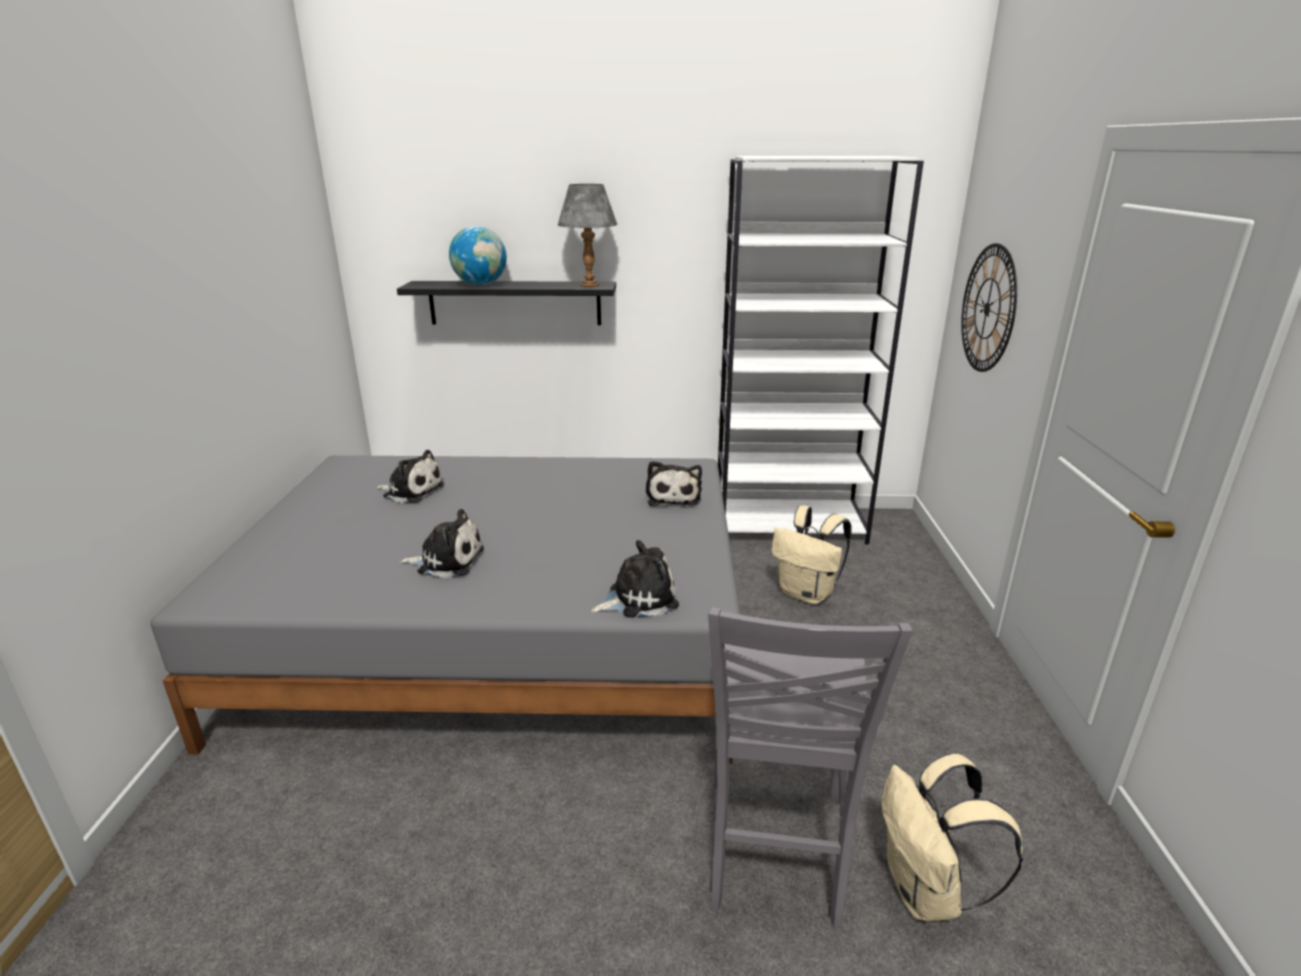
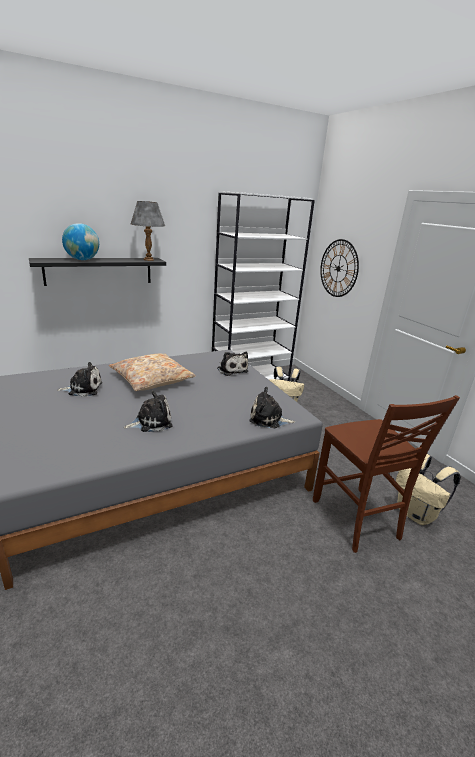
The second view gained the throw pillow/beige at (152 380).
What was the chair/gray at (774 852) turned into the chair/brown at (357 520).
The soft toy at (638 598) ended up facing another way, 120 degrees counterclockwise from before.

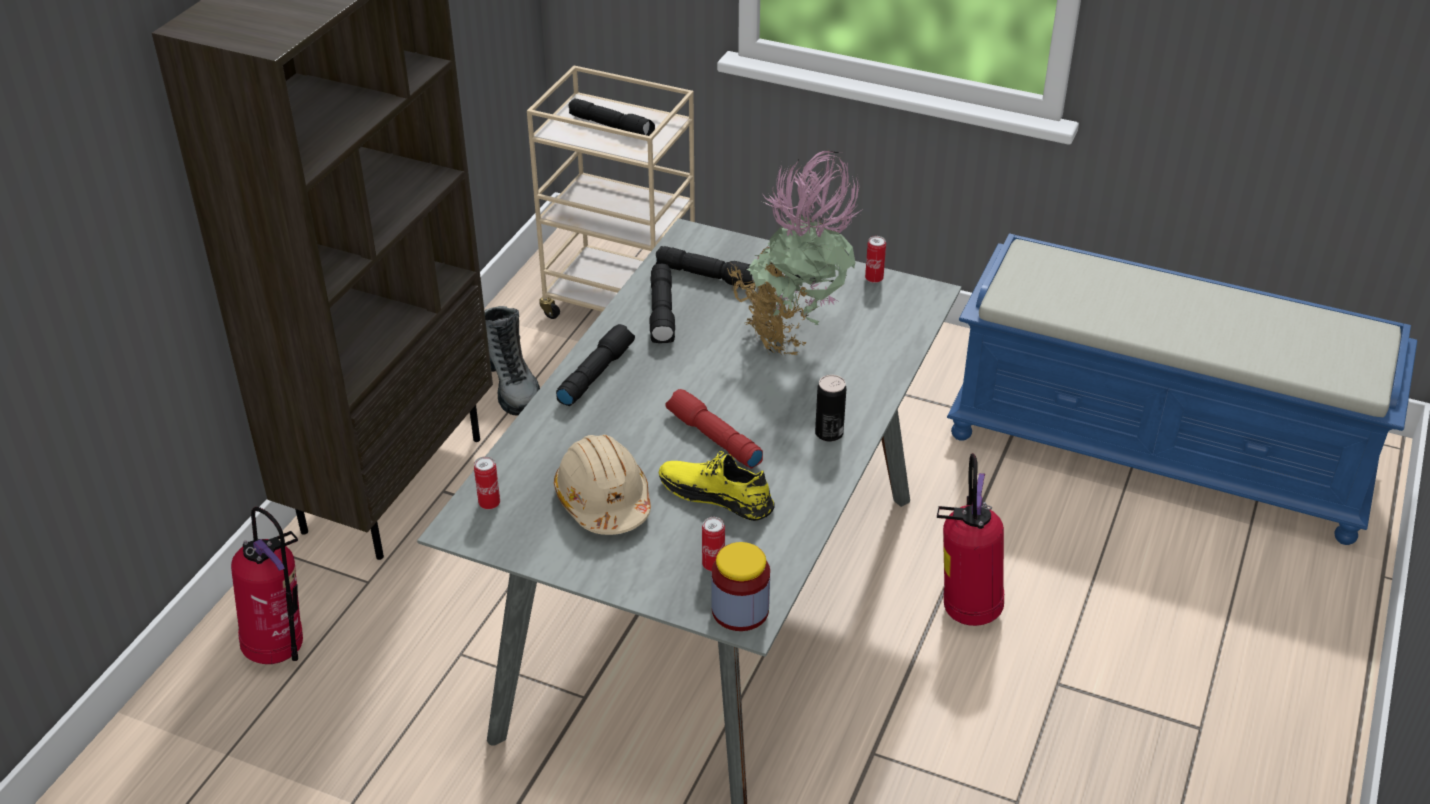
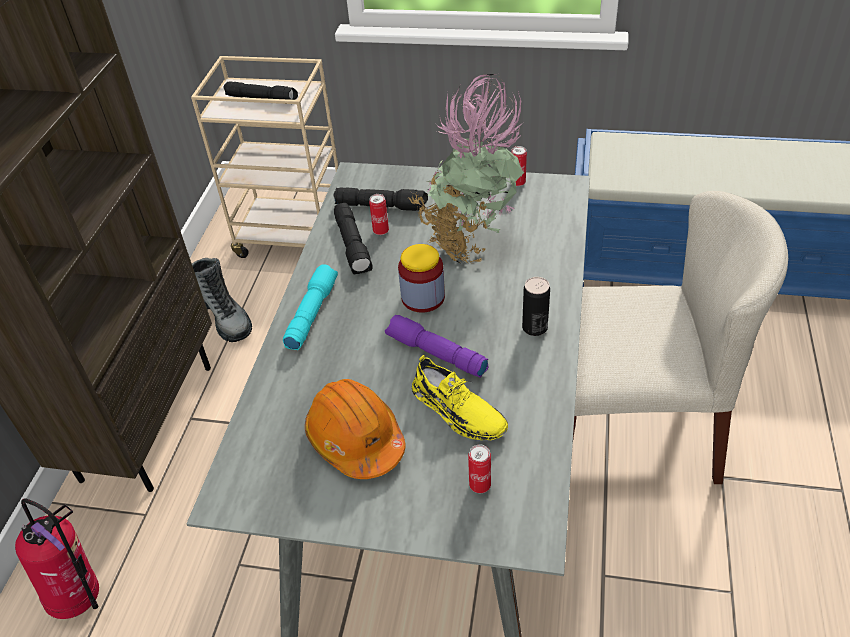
The metal can ended up elsewhere, having gone from (489 503) to (381 231).
The preserve jar ended up elsewhere, having gone from (740 610) to (423 297).
Where the extinguisher stood at (966 609), the chair/beige came to stand at (630 428).
What was the safety helmet/beige at (603 500) turned into the safety helmet/orange-coloured at (355 439).
What was the hand torch/blackish at (595 373) turned into the hand torch/turquoise at (311 313).
What was the hand torch/reddish at (713 438) turned into the hand torch/purplish at (435 354).
The item of footwear/yellow at (716 495) ended up facing another way, 150 degrees counterclockwise from before.

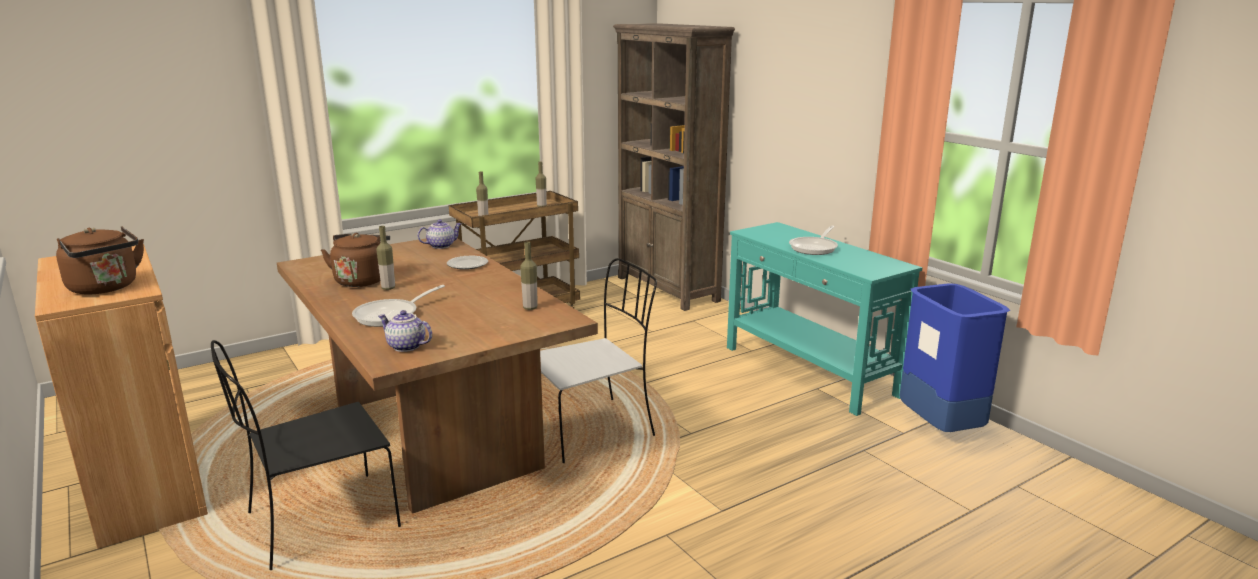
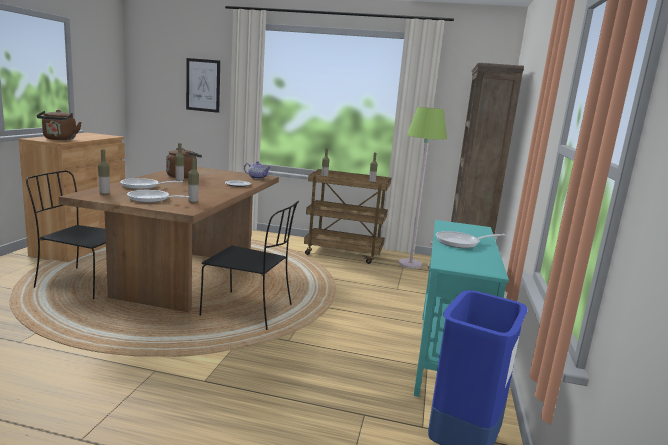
The second view gained the pan at (151 199).
The second view gained the wall picture at (203 85).
The second view gained the standing lamp/greenish at (410 264).
Where the tea pot stood at (405 347), the bottle came to stand at (104 194).
What was the chair/white-coloured at (592 429) turned into the chair/blackish at (249 311).

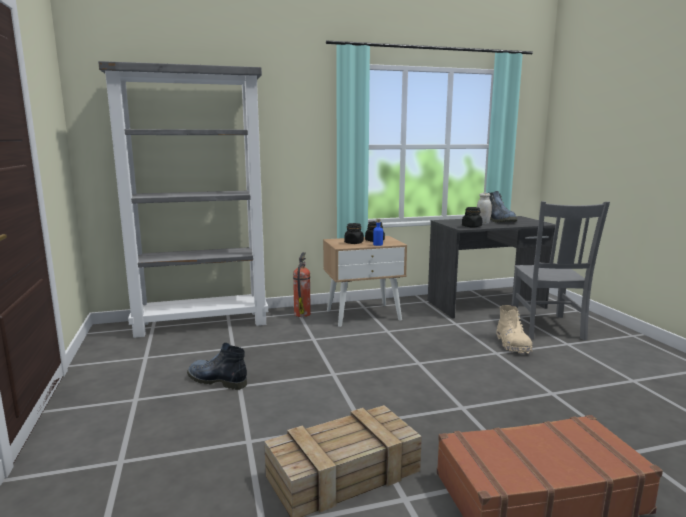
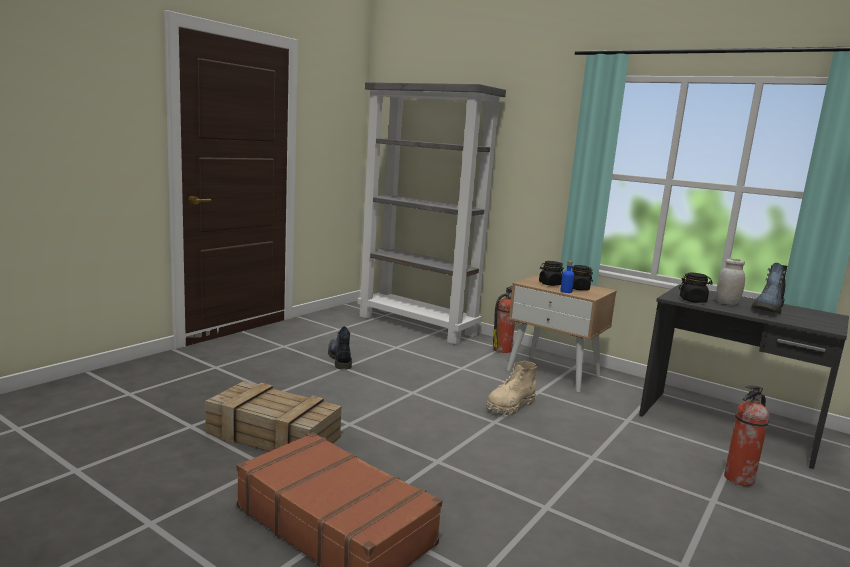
The boot/beige ended up elsewhere, having gone from (512 345) to (510 405).
Where the chair/gray stood at (547 328), the extinguisher came to stand at (738 479).

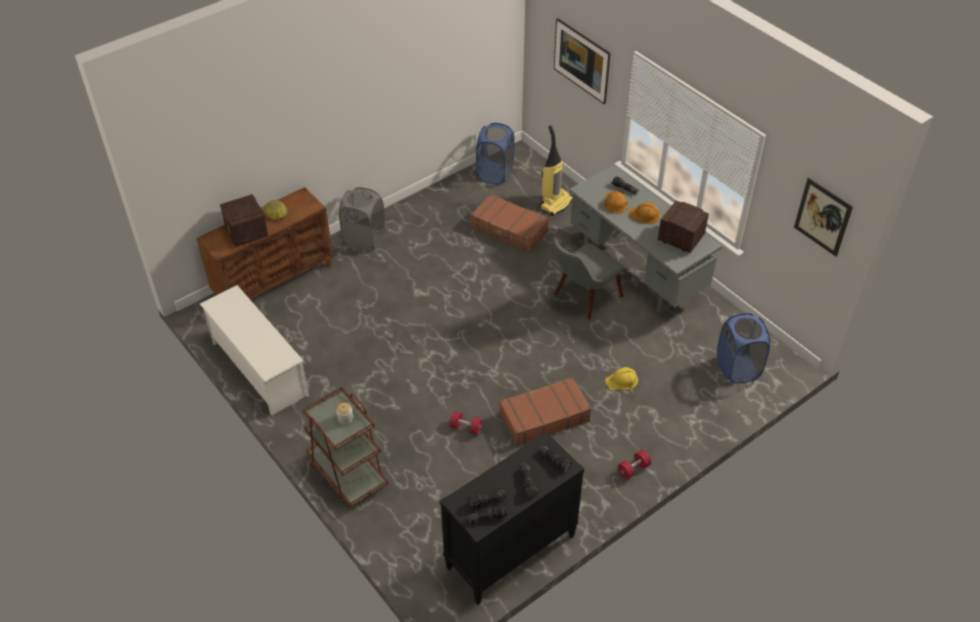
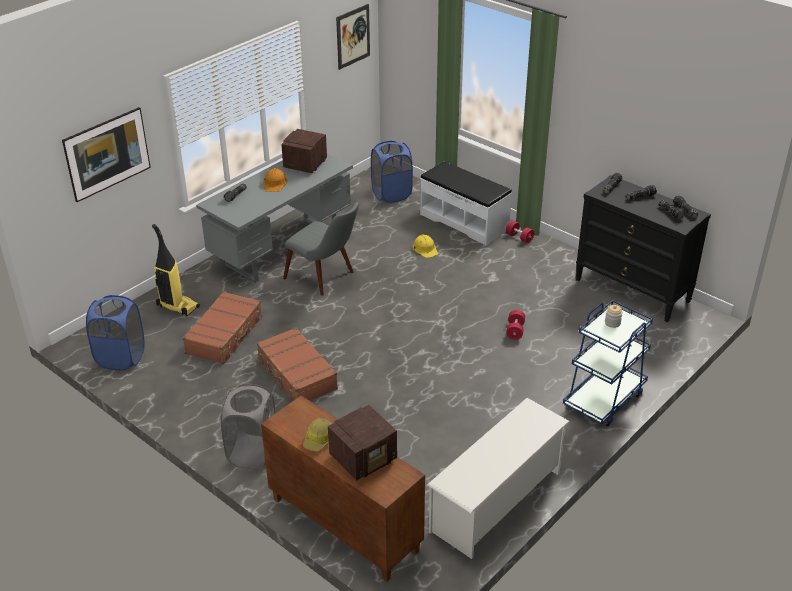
The second view lost the safety helmet/orange-coloured at (615 203).
The second view gained the long seat/white-coloured at (464 221).
The travel case/brown ended up elsewhere, having gone from (543 417) to (296 374).
What was the cart/brown at (347 473) turned into the cart/blue-coloured at (604 399).

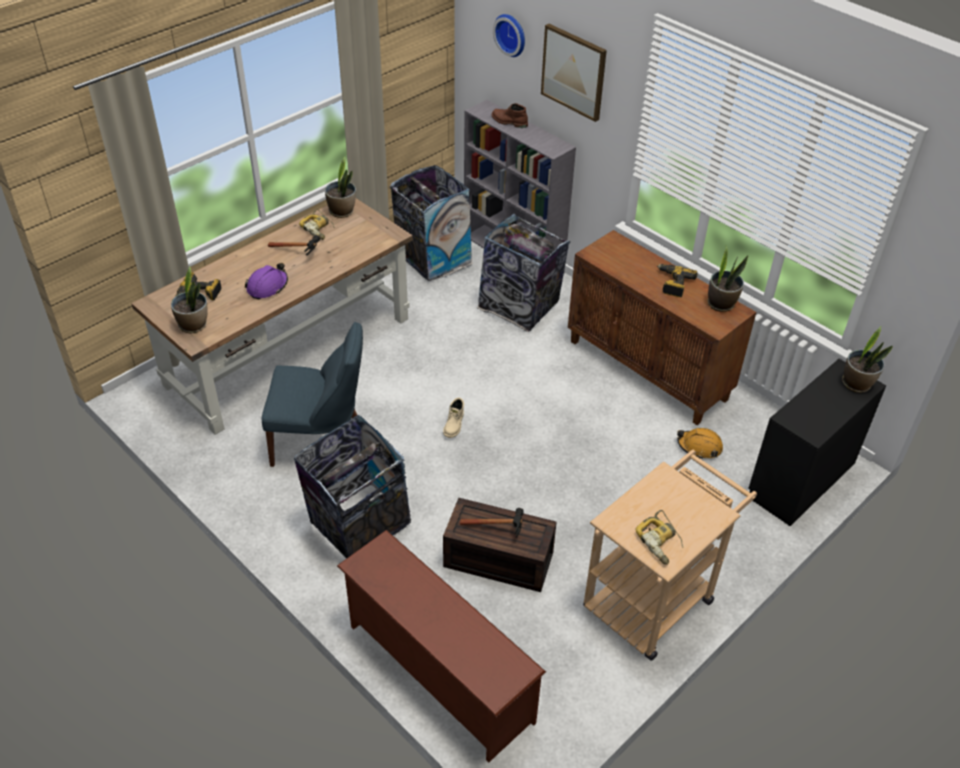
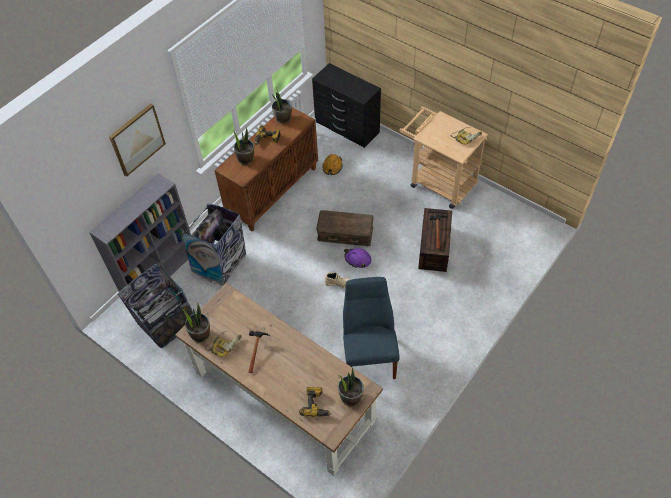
The second view lost the waste bin at (358 526).
The second view lost the shoe shelf/brown at (437 673).
The second view lost the boot/brown at (509 122).
The second view lost the clock on the wall at (511 34).
The second view gained the storage bin/brown at (345 232).
The safety helmet/purplish ended up elsewhere, having gone from (267 286) to (358 259).
The plant in a pot ended up elsewhere, having gone from (857 384) to (245 159).

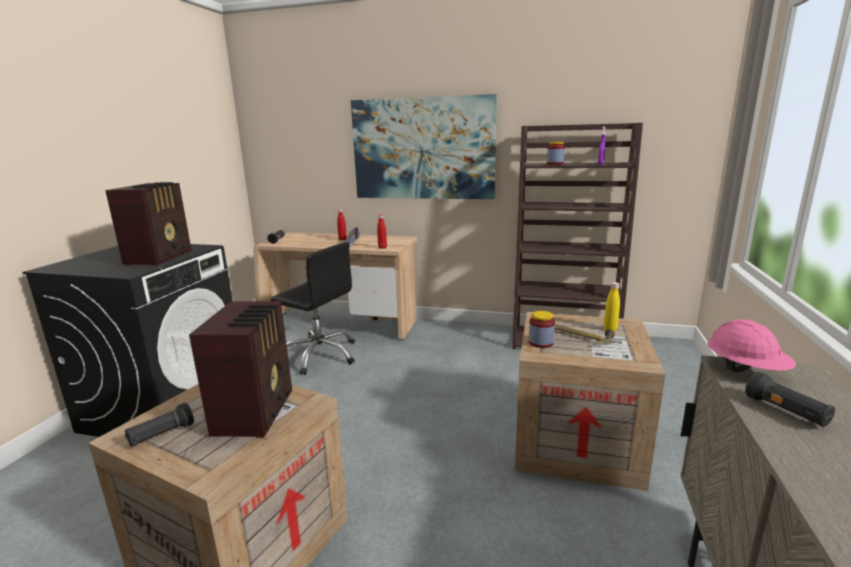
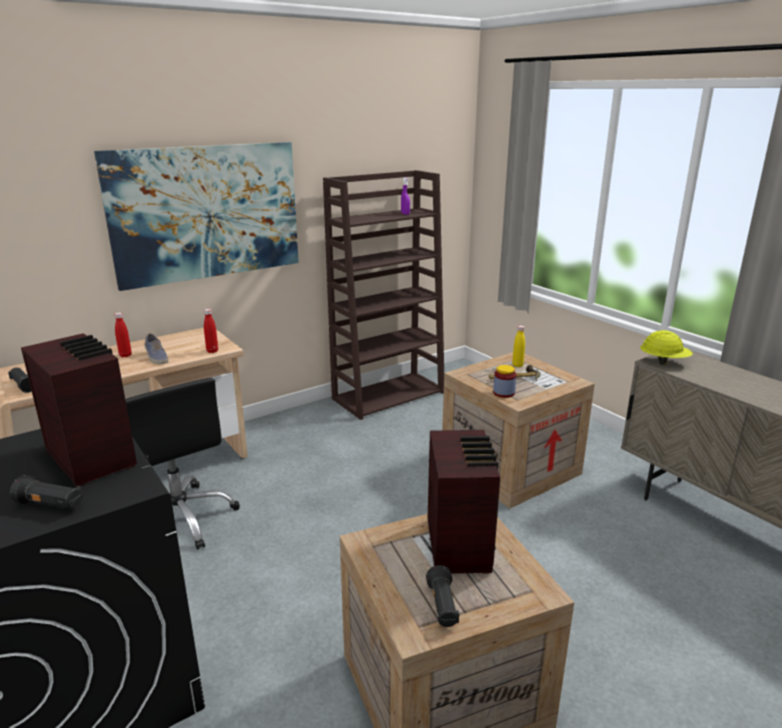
The second view lost the preserve jar at (555 164).
The hand torch/blackish ended up elsewhere, having gone from (786 412) to (51 505).
What was the safety helmet/pink-coloured at (745 370) turned into the safety helmet/yellow at (663 362).
The radio set at (256 411) ended up facing another way, 45 degrees clockwise from before.
The computer chair/blackish at (320 355) ended up facing another way, 75 degrees clockwise from before.

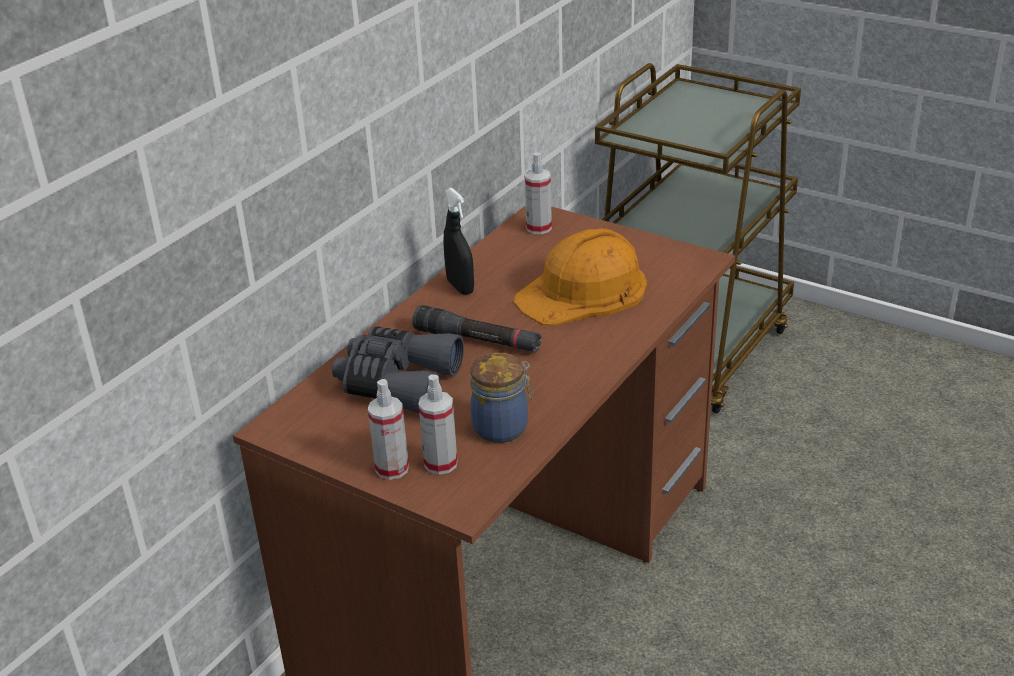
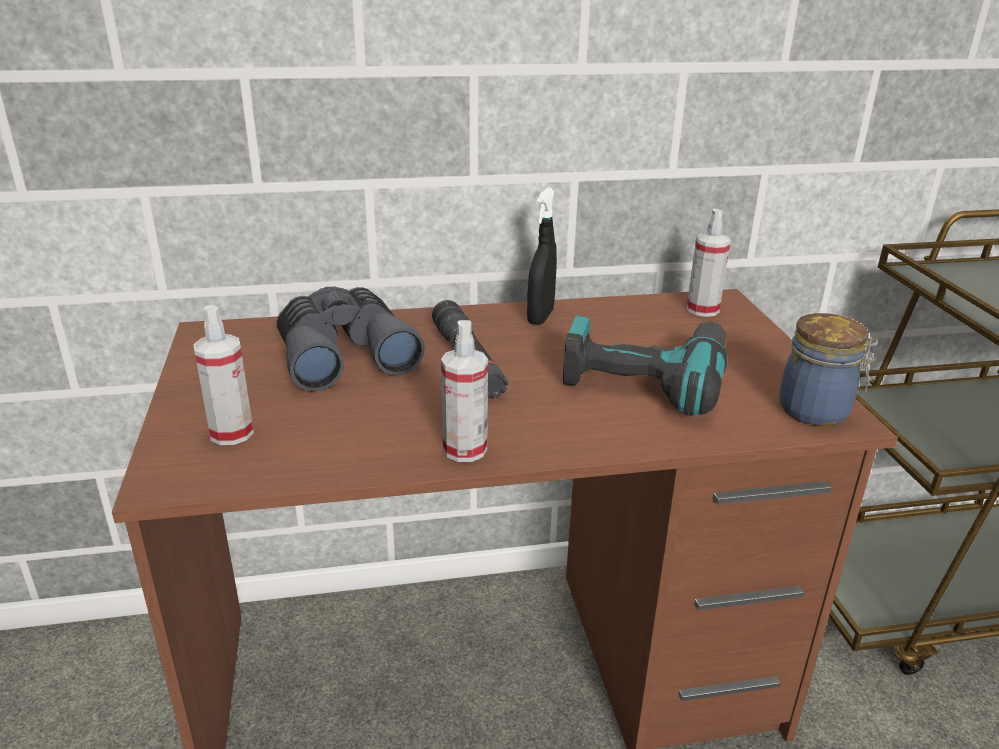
The spray bottle ended up elsewhere, having gone from (392 468) to (465 449).
The preserve jar ended up elsewhere, having gone from (503 427) to (817 411).
Where the safety helmet/orange-coloured stood at (583 291), the drill came to stand at (645 377).

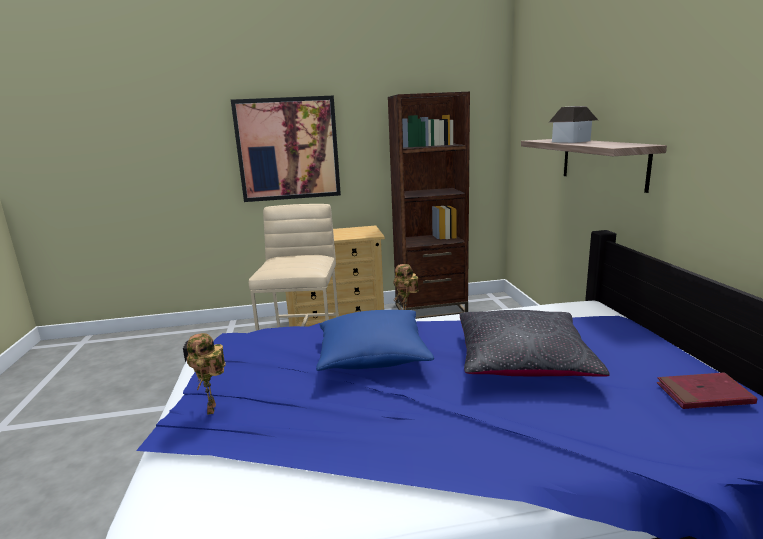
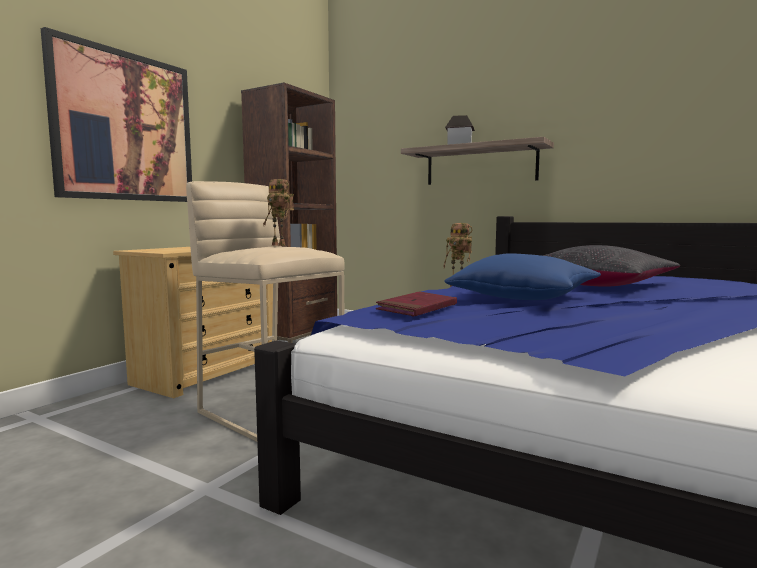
The toy robot ended up elsewhere, having gone from (213 409) to (280 245).
The volume/reddish ended up elsewhere, having gone from (703 394) to (417 308).

